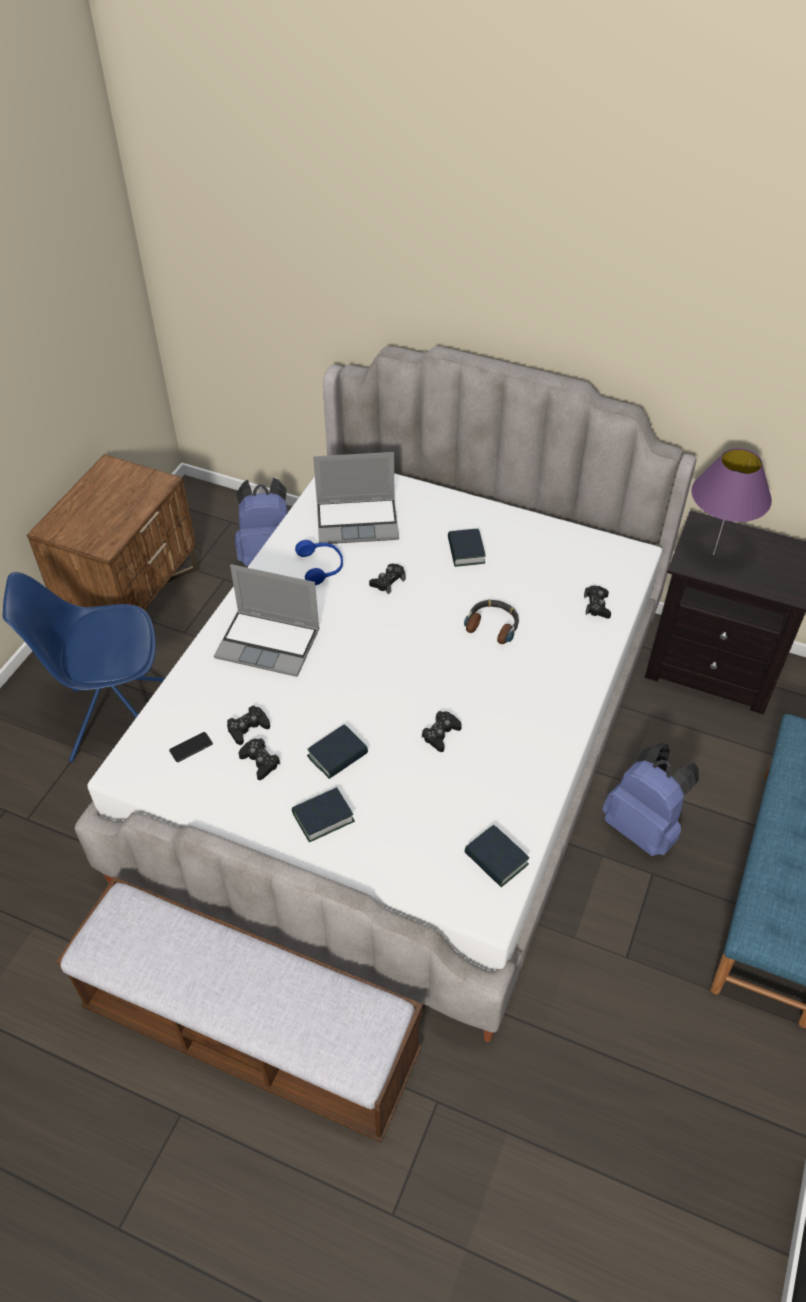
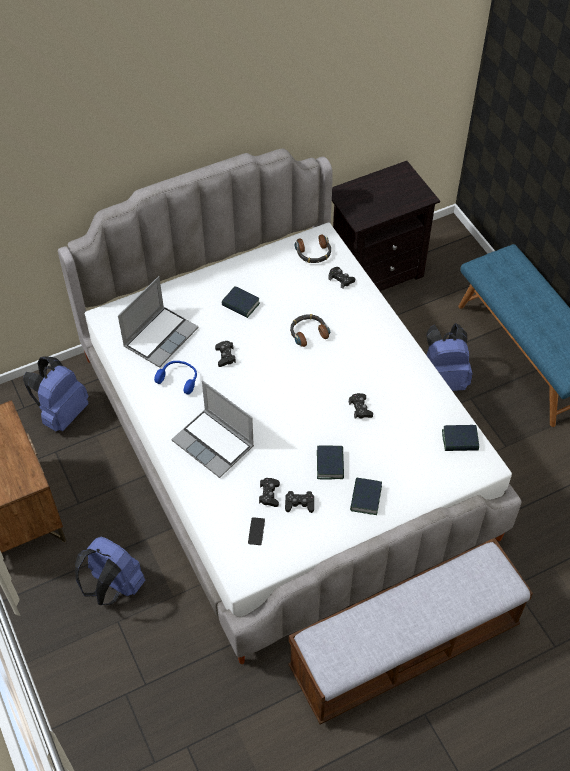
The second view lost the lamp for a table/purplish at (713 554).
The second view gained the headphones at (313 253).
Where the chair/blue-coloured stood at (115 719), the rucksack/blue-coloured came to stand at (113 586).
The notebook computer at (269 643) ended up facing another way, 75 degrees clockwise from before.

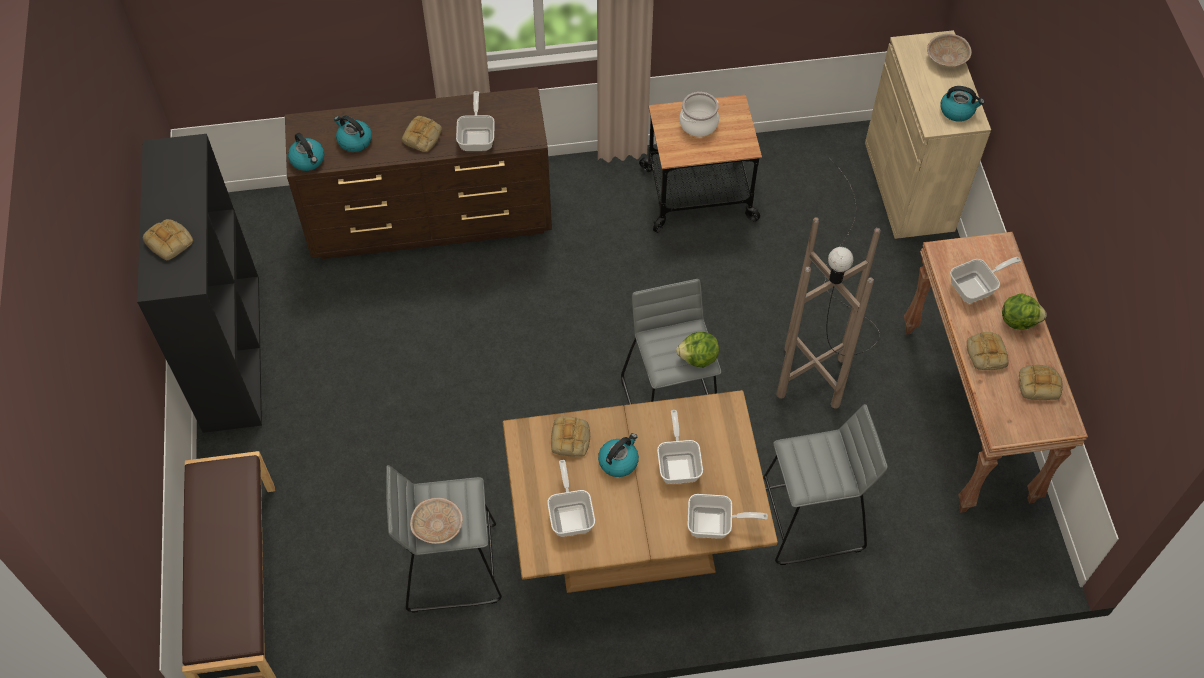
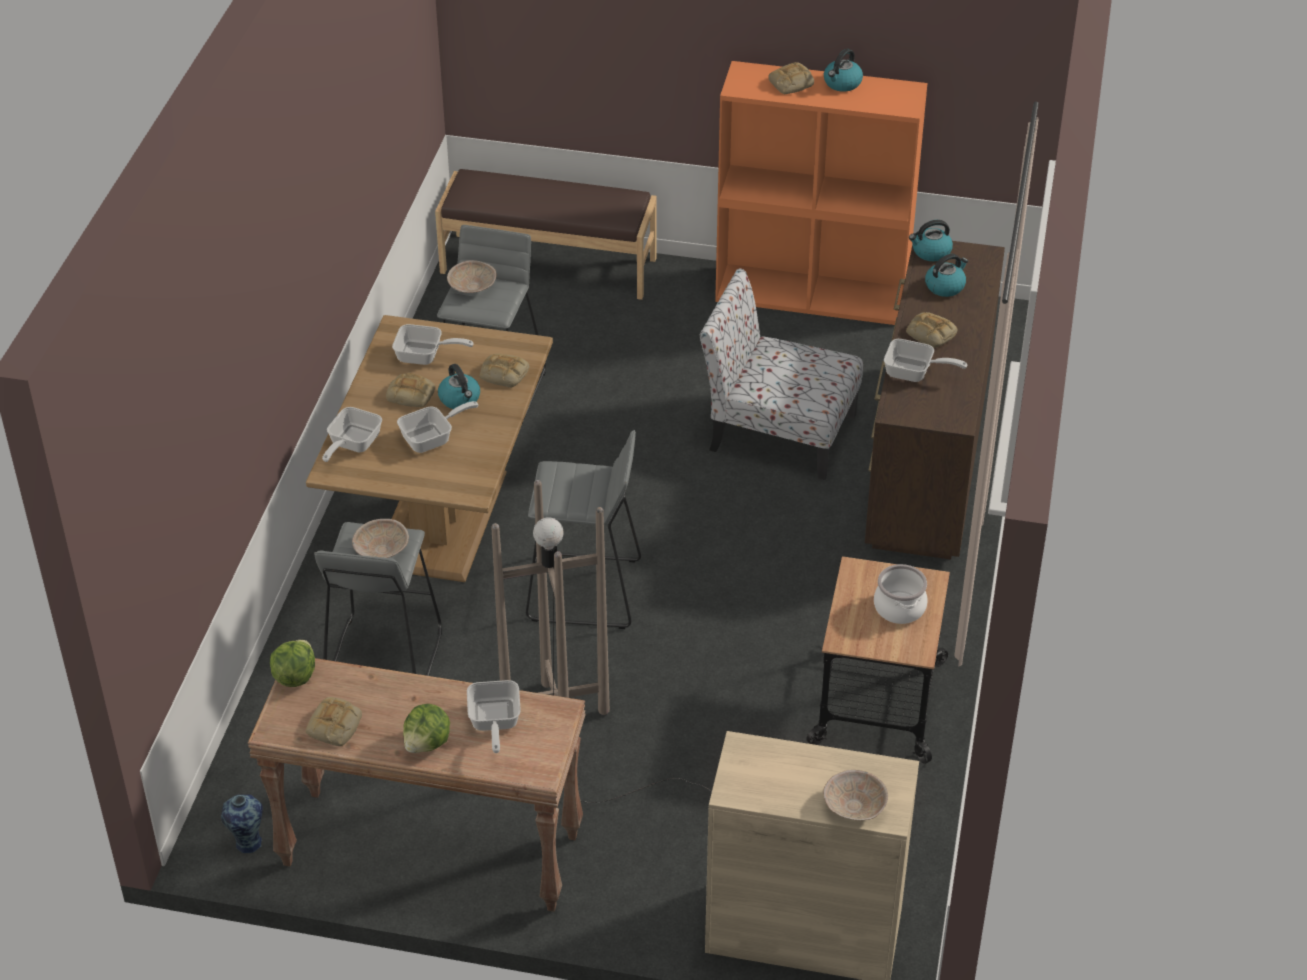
The second view gained the vase at (247 842).
The second view gained the serving bowl/beige at (381 550).
The second view gained the chair at (778 432).
The lettuce head ended up elsewhere, having gone from (698 358) to (295 676).
The kettle ended up elsewhere, having gone from (957 110) to (842 83).
The bakery bread ended up elsewhere, having gone from (985 353) to (412 394).
What was the shelving unit/blackish at (230 351) turned into the shelving unit/orange-coloured at (813 294).
The pan at (679 462) ended up facing another way, 45 degrees counterclockwise from before.

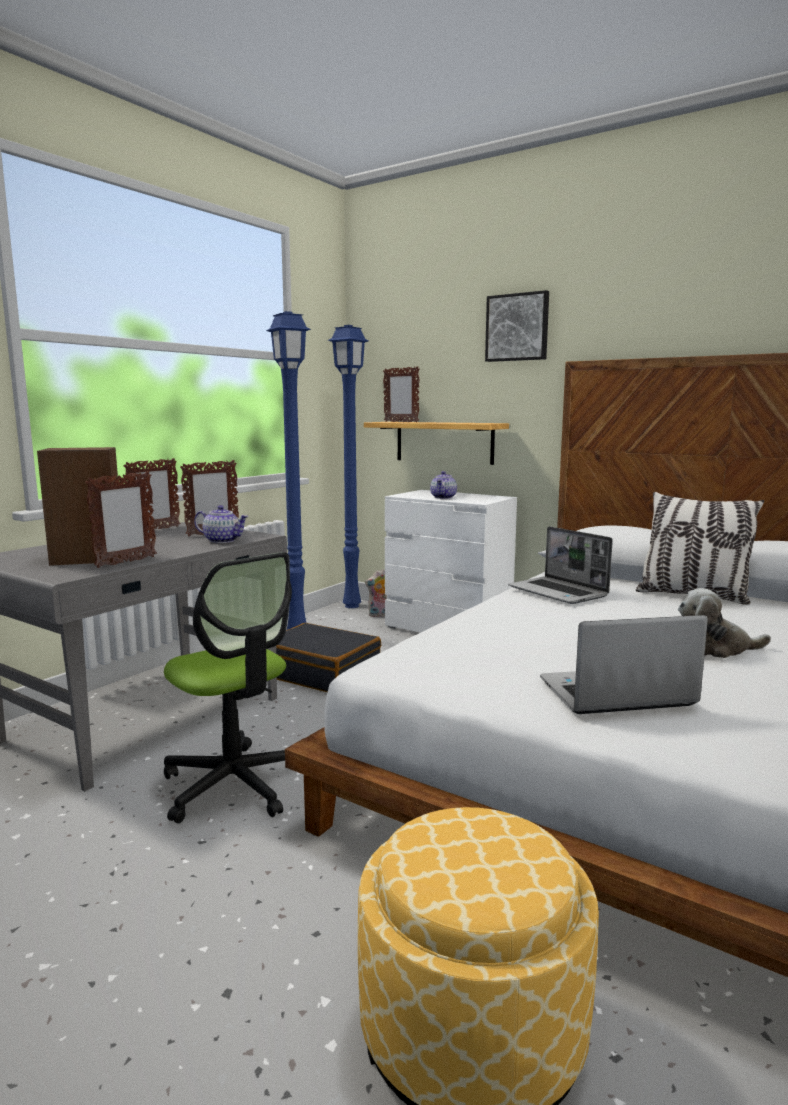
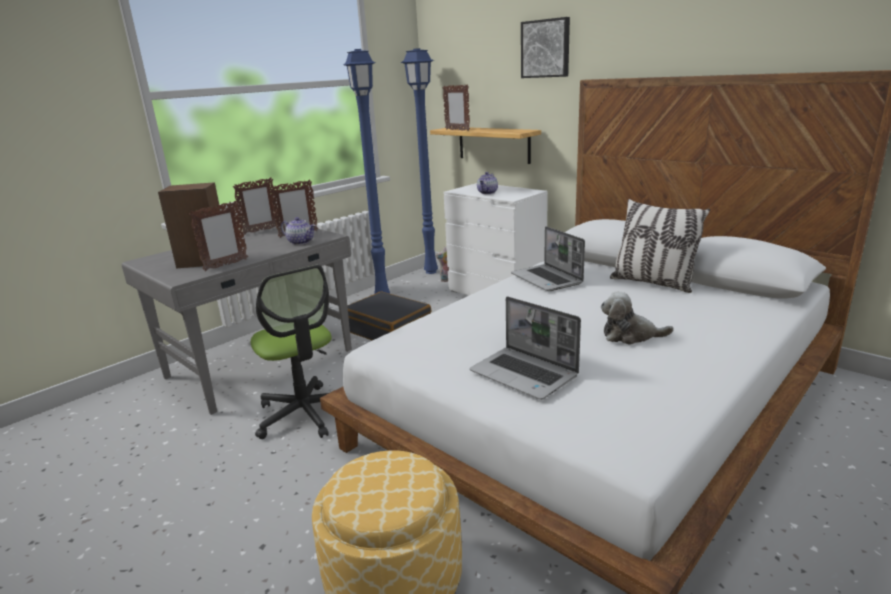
The notebook computer at (615 694) ended up facing another way, 135 degrees counterclockwise from before.

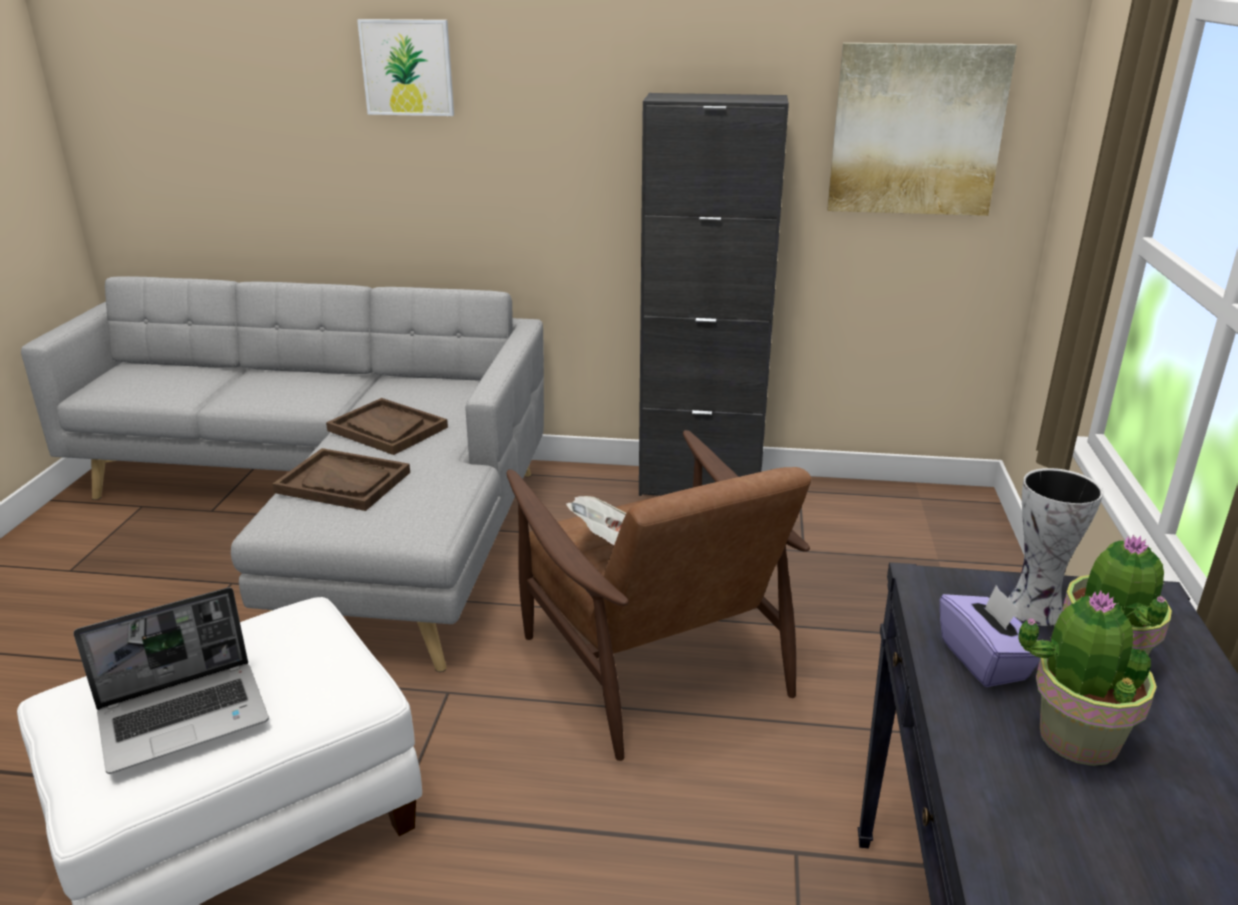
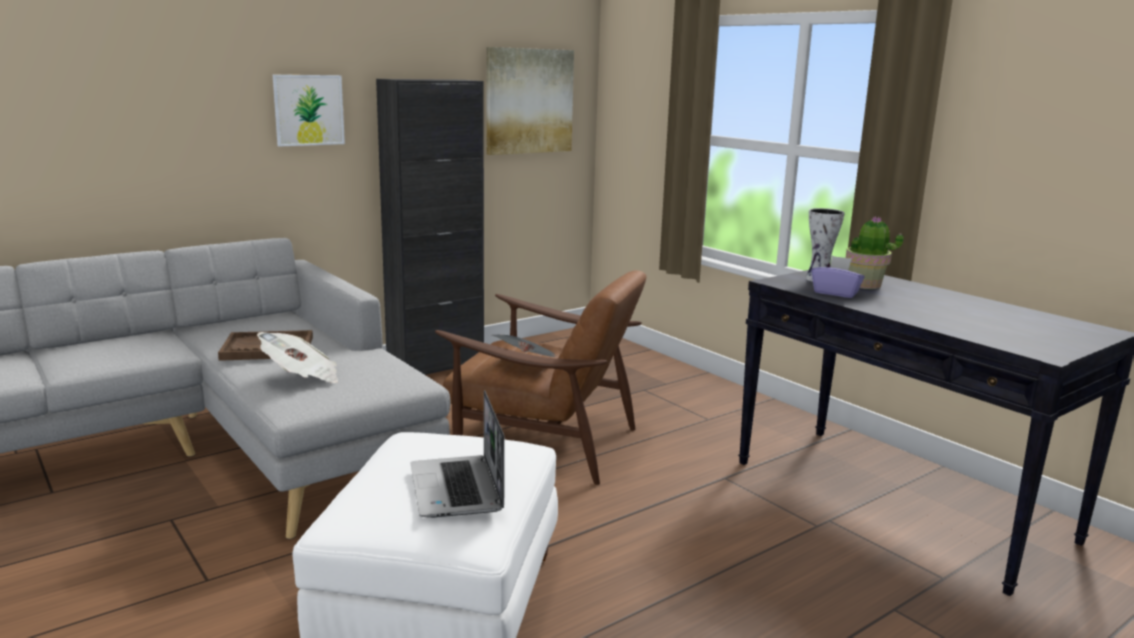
The second view lost the plant in a pot at (1076 737).
The wall picture ended up elsewhere, having gone from (407 67) to (308 110).
Where the serving tray/brown stood at (344 482), the newspaper came to stand at (302 377).
The notebook computer at (185 717) ended up facing another way, 150 degrees clockwise from before.

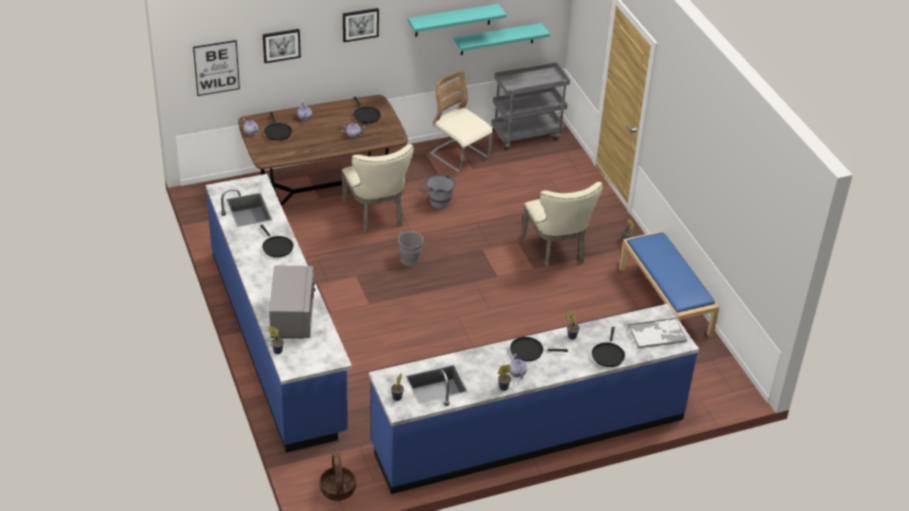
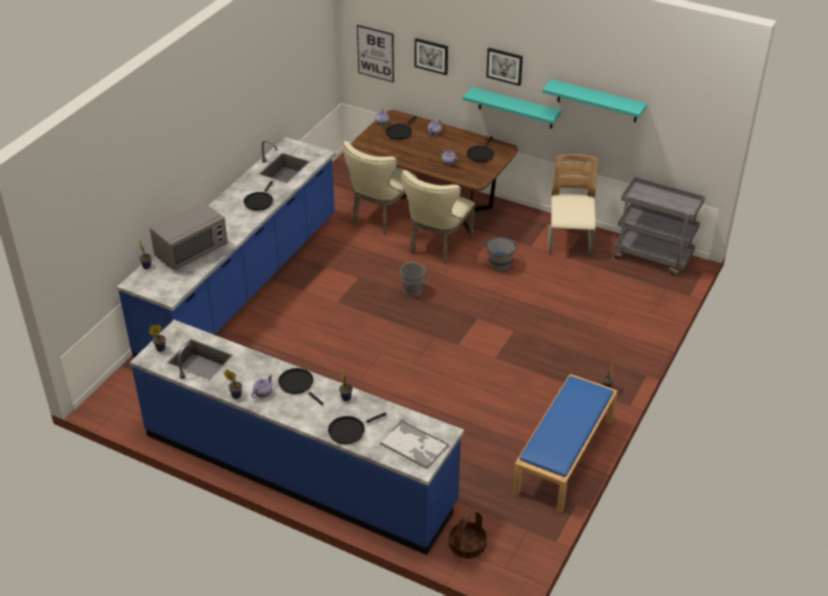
The household basket ended up elsewhere, having gone from (338 489) to (467 546).
The wall shelf/turquoise ended up elsewhere, having gone from (497 39) to (515 108).
The chair/beige ended up elsewhere, having gone from (556 252) to (381 218).

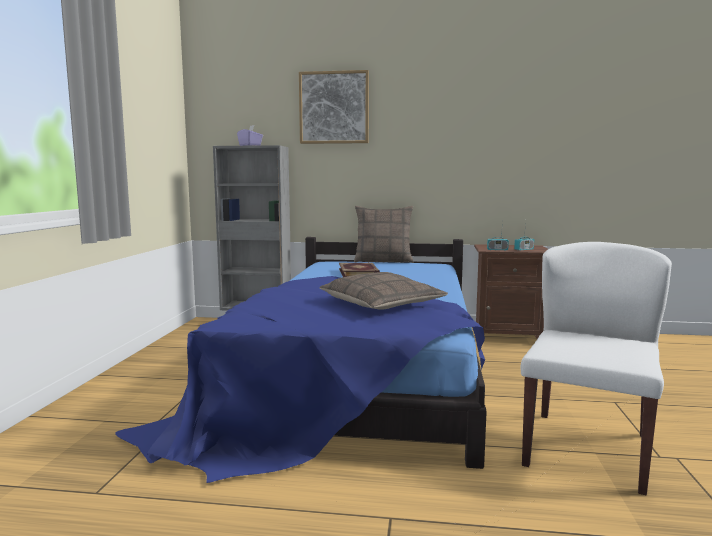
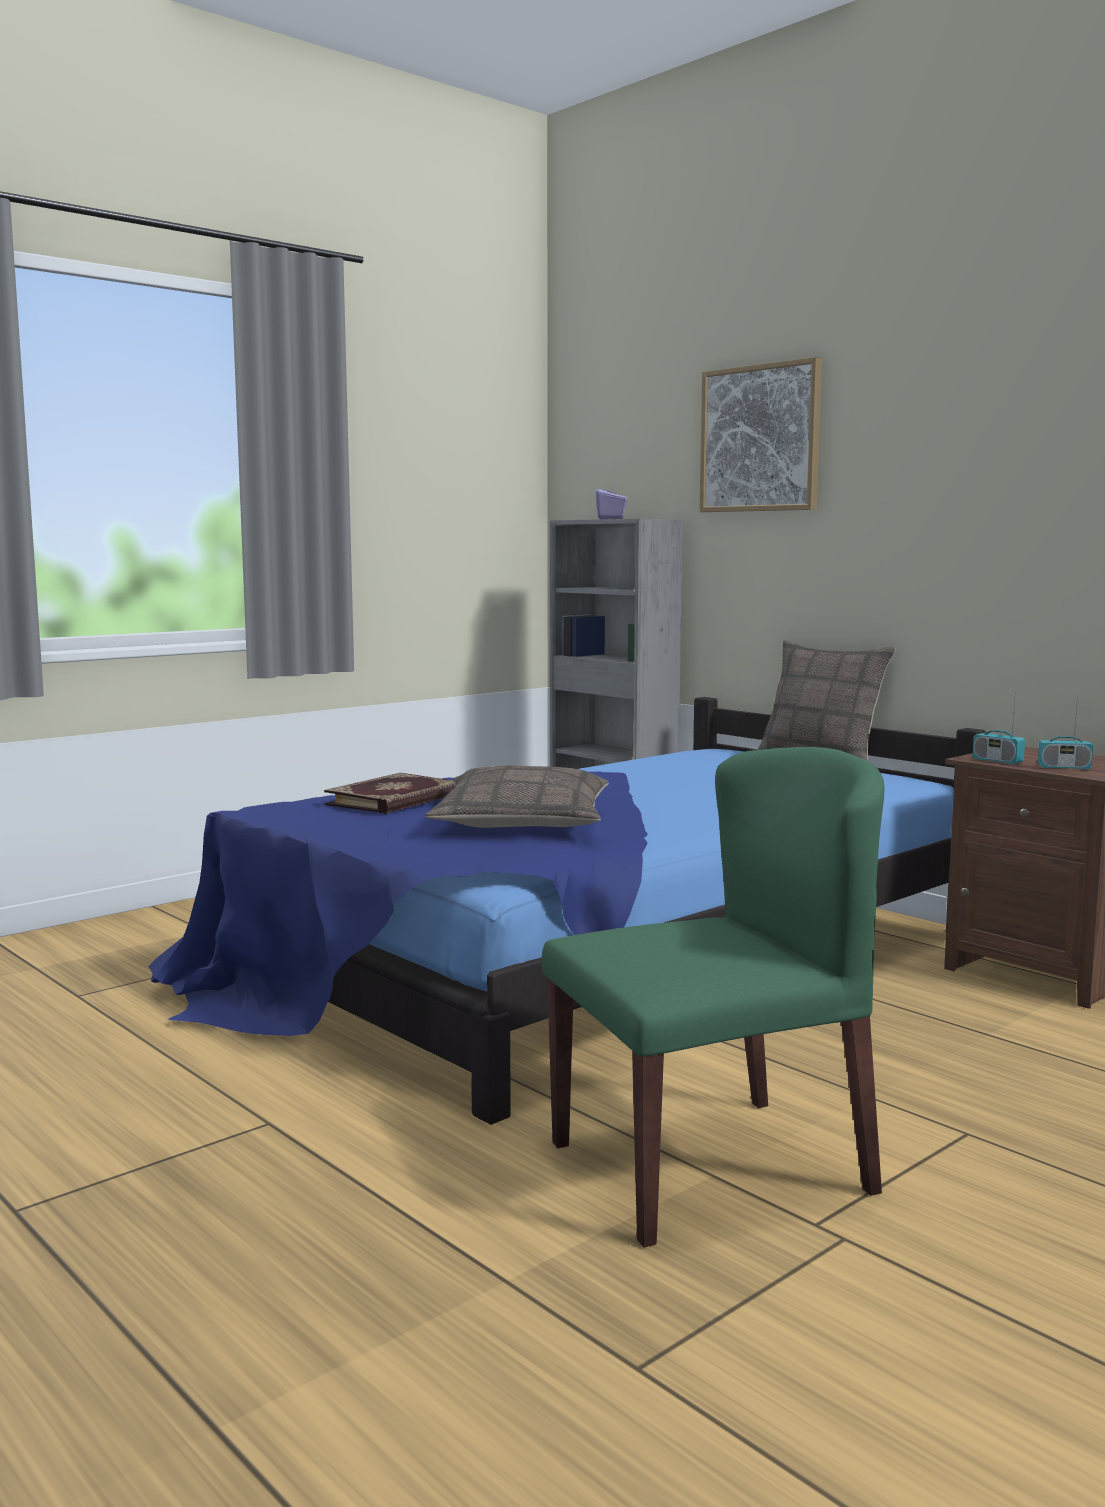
The volume ended up elsewhere, having gone from (359 272) to (396 800).
What was the chair/white-coloured at (587 448) turned into the chair/greenish at (712 1166).

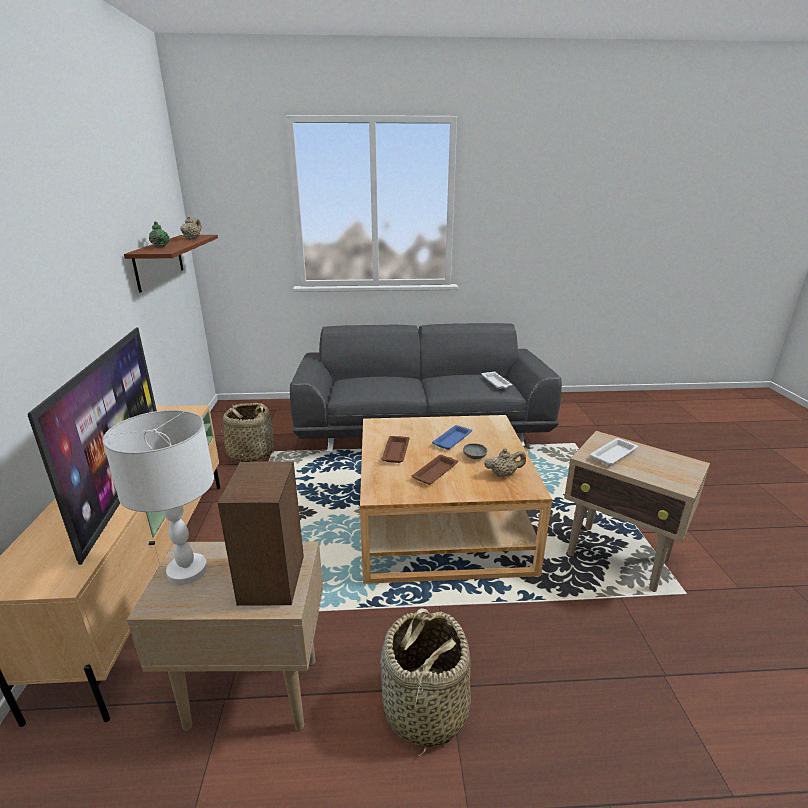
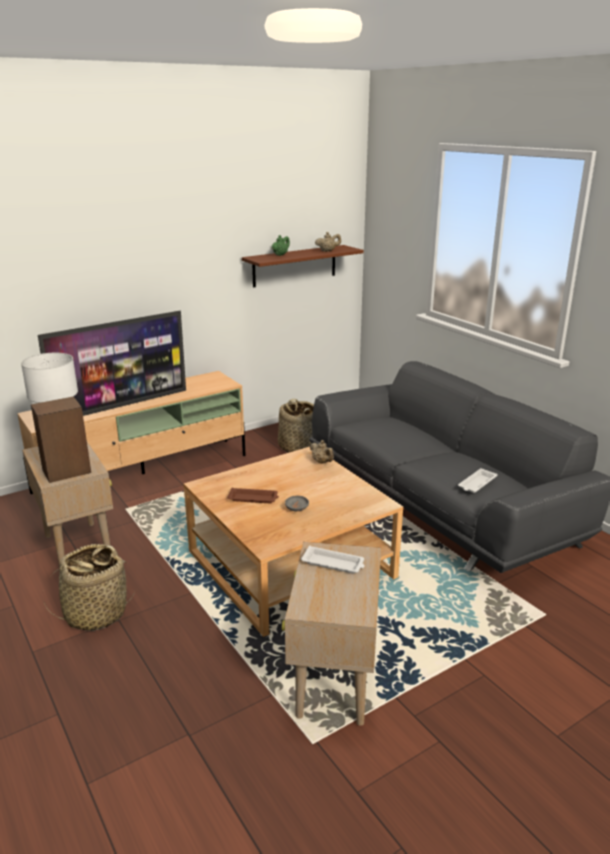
The second view lost the serving tray/brown at (396 451).
The second view lost the serving tray/blue-coloured at (453 439).
The tea pot/beige ended up elsewhere, having gone from (503 474) to (322 462).

